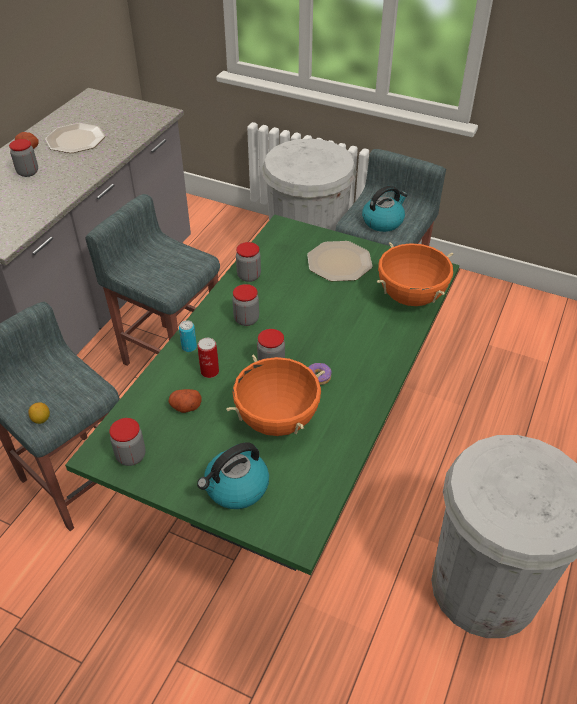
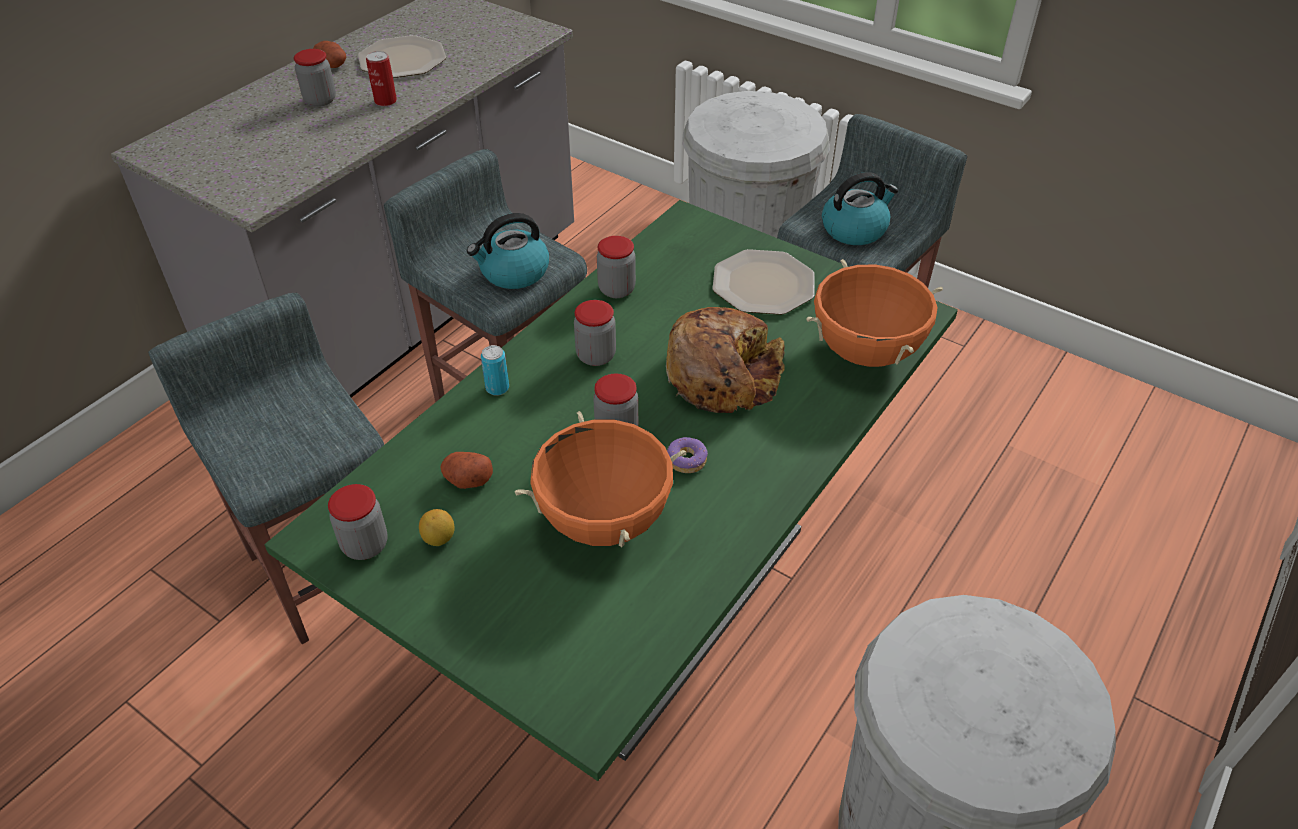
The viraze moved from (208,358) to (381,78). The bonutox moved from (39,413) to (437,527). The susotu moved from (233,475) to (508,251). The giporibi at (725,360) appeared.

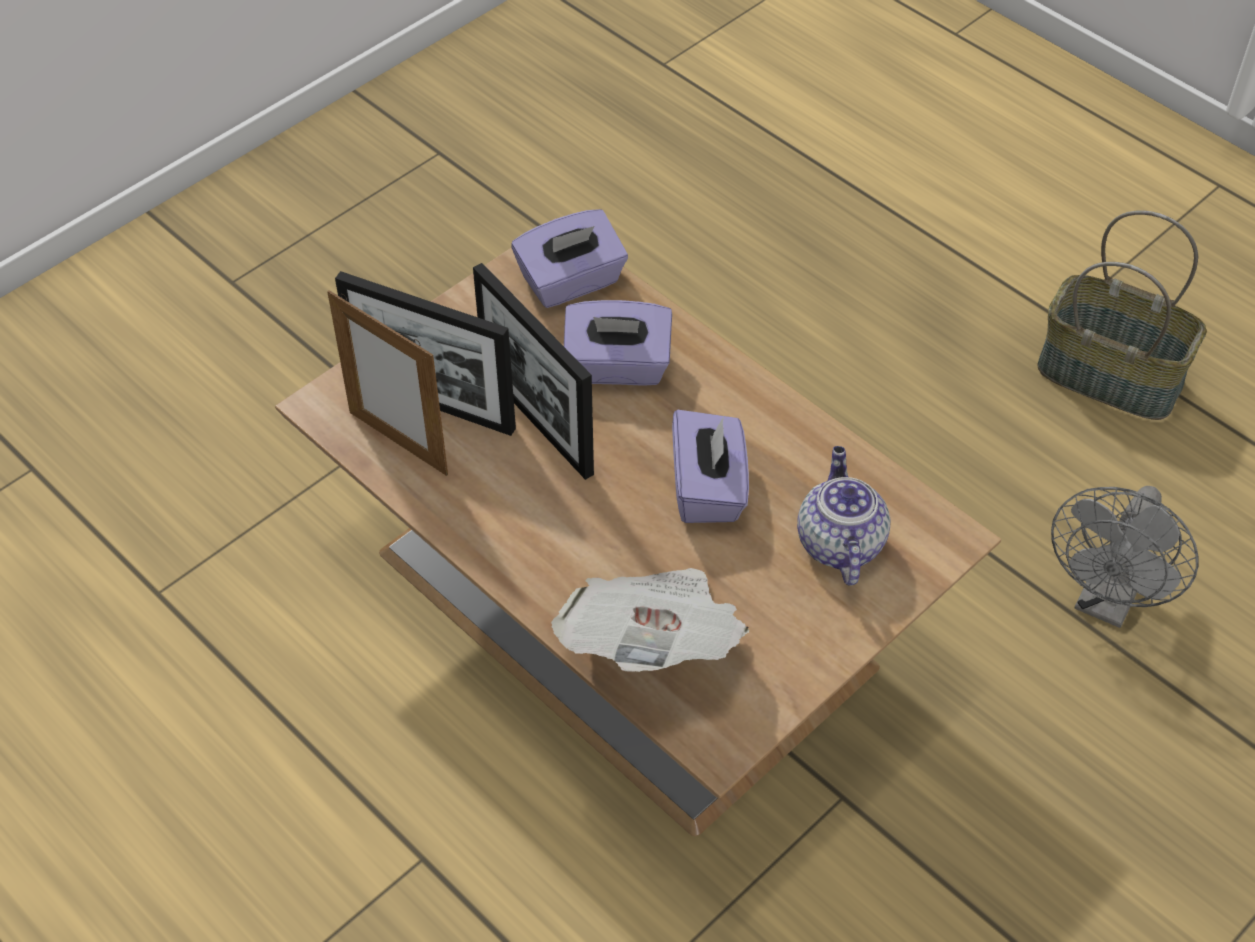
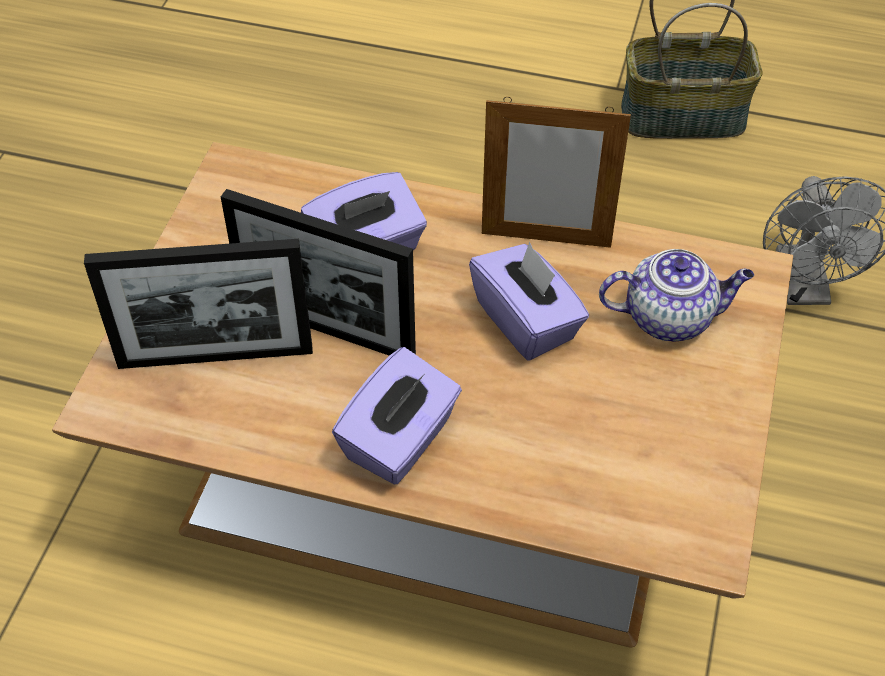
The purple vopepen moved from (569,258) to (397,415). The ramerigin moved from (387,383) to (556,172). The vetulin at (843,516) turned 120 degrees clockwise. The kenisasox at (650,620) disappeared.

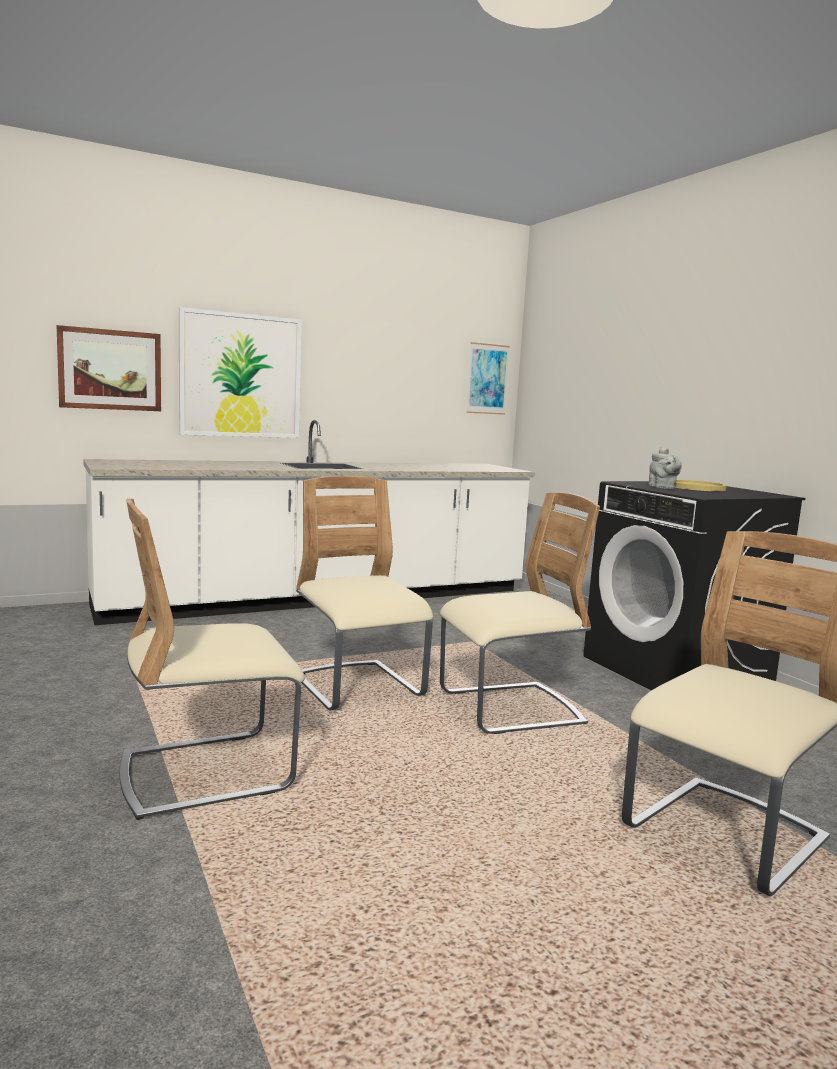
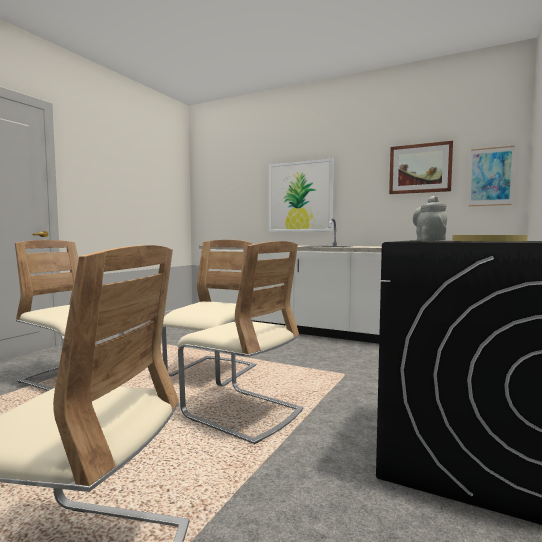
The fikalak moved from (109,368) to (421,167). The grey vetulin at (665,468) turned 135 degrees clockwise.

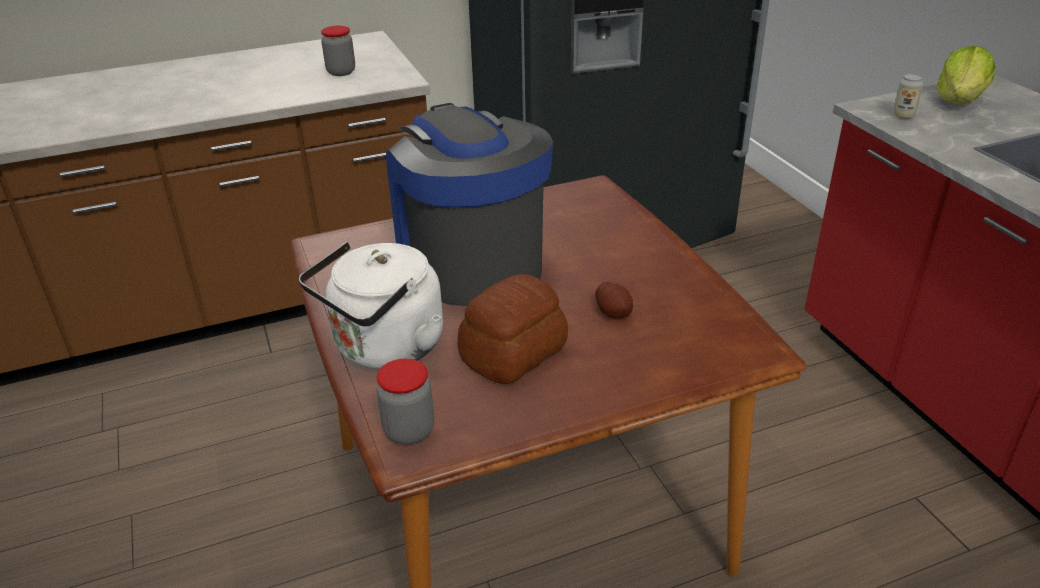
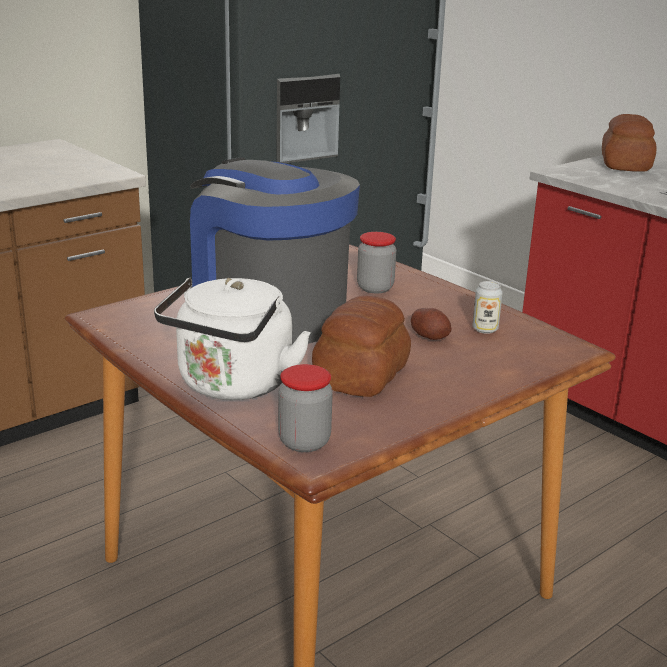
The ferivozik moved from (338,51) to (376,262). The viraze moved from (908,96) to (487,307). The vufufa at (966,74) was replaced by the giporibi at (629,143).

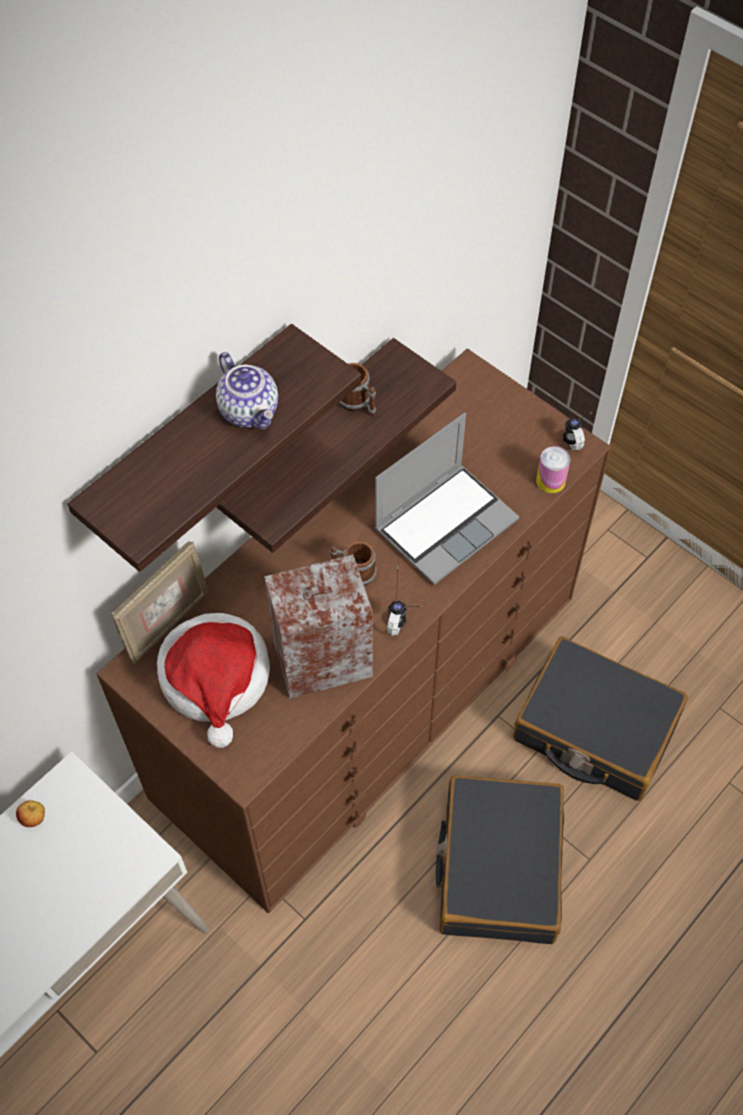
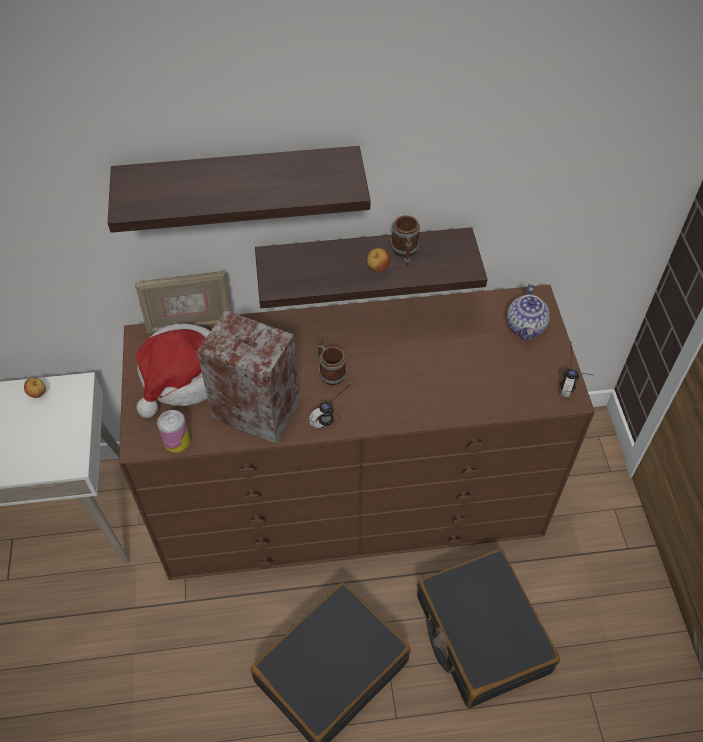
The viraze moved from (553,469) to (174,431). The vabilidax at (378,260) appeared. The vetulin moved from (247,390) to (528,312). The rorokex at (447,499) disappeared.

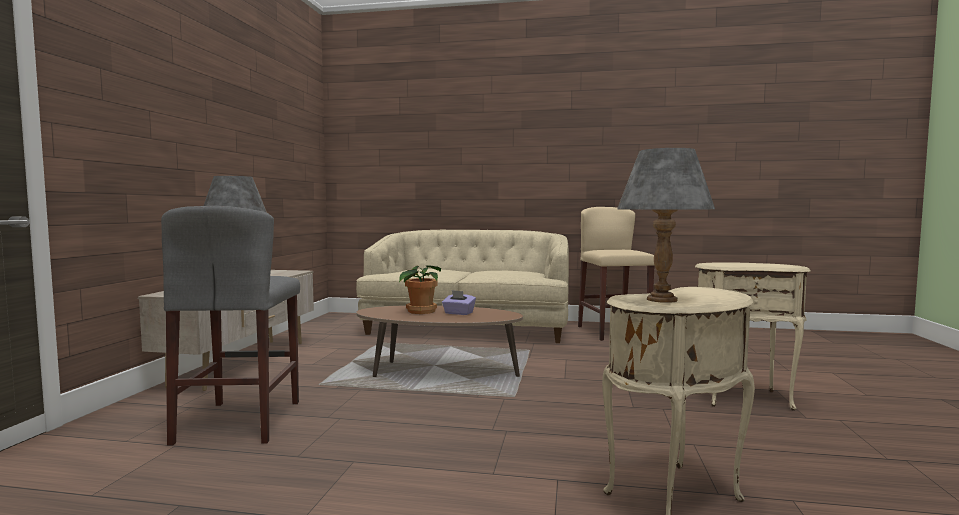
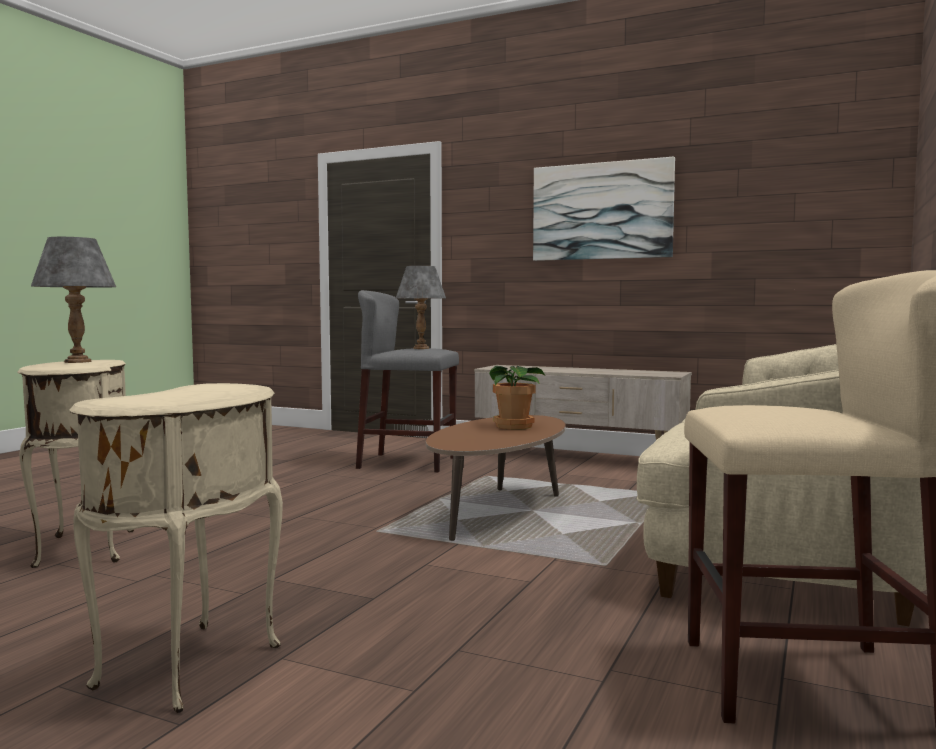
The fikalak at (604,209) appeared. The purple vopepen at (459,302) disappeared.

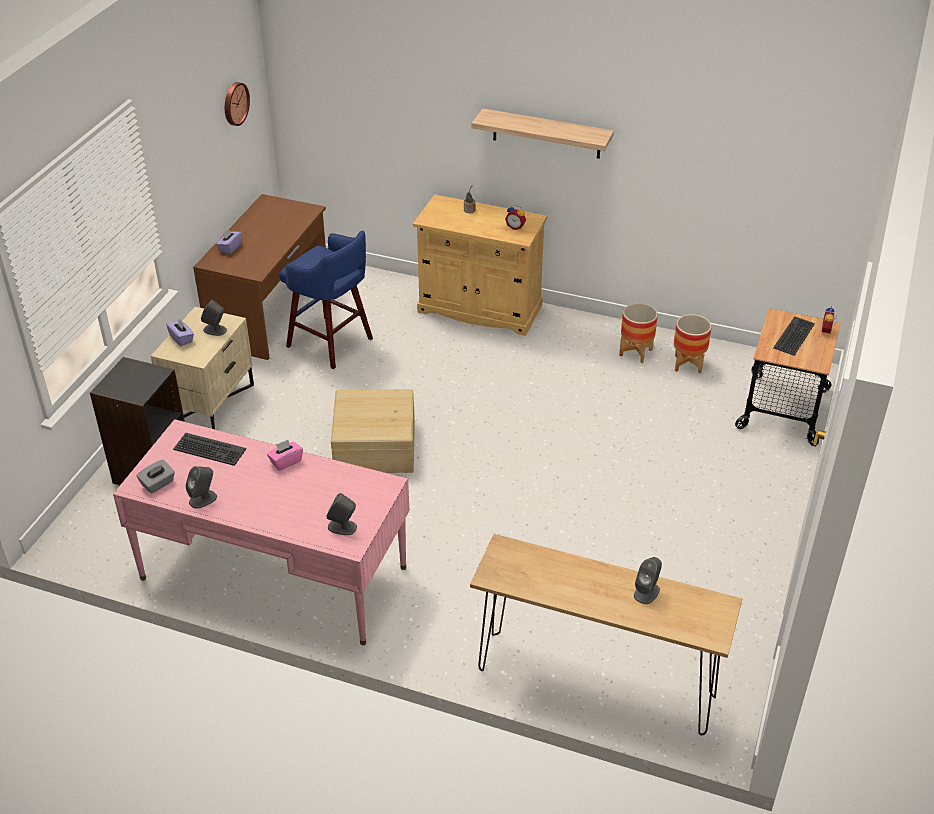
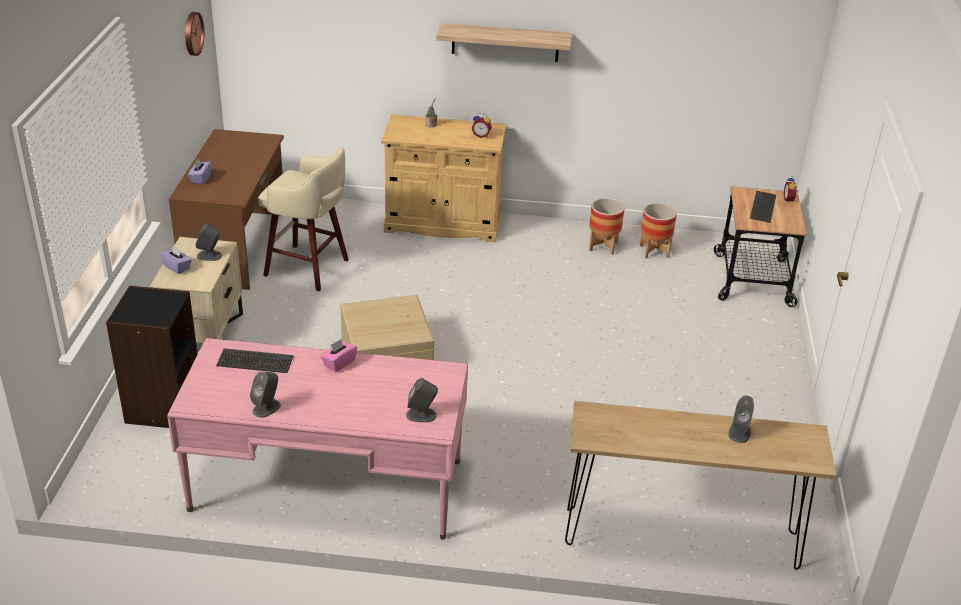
The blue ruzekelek at (326,300) became the beige ruzekelek at (303,219). The grey vopepen at (156,477) disappeared.

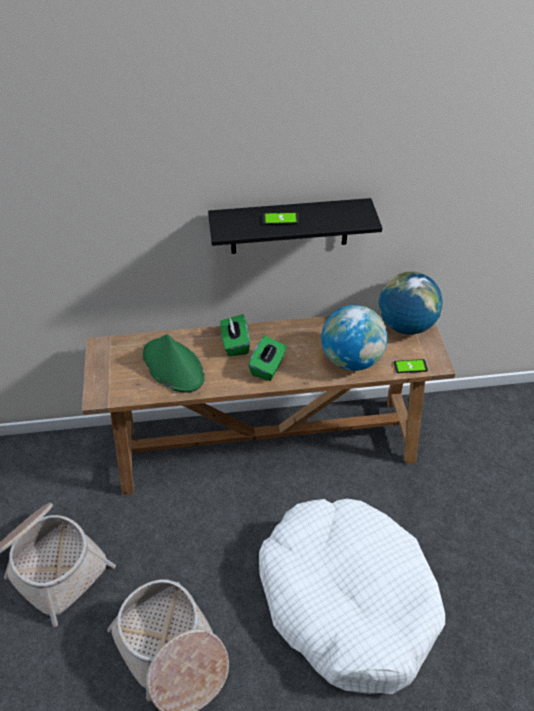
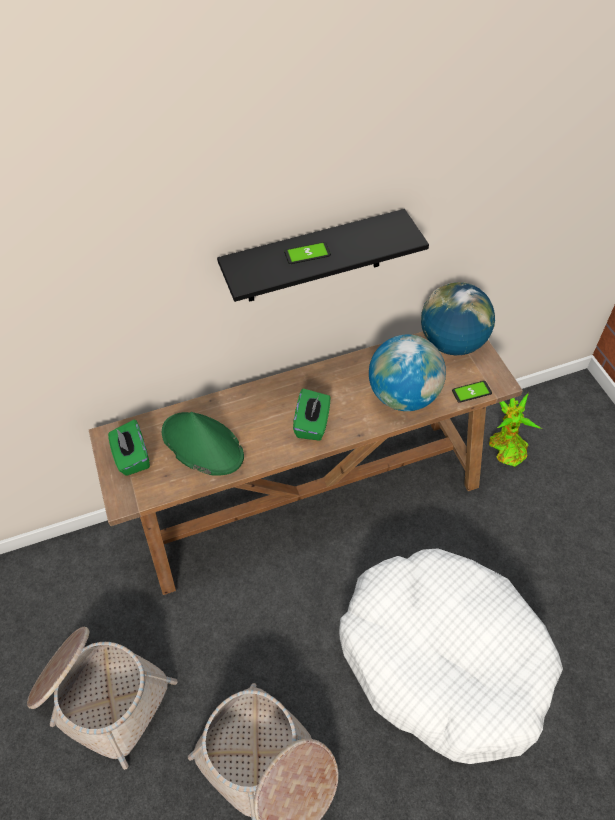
The green vopepen moved from (235,335) to (129,448). The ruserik at (515,430) appeared.

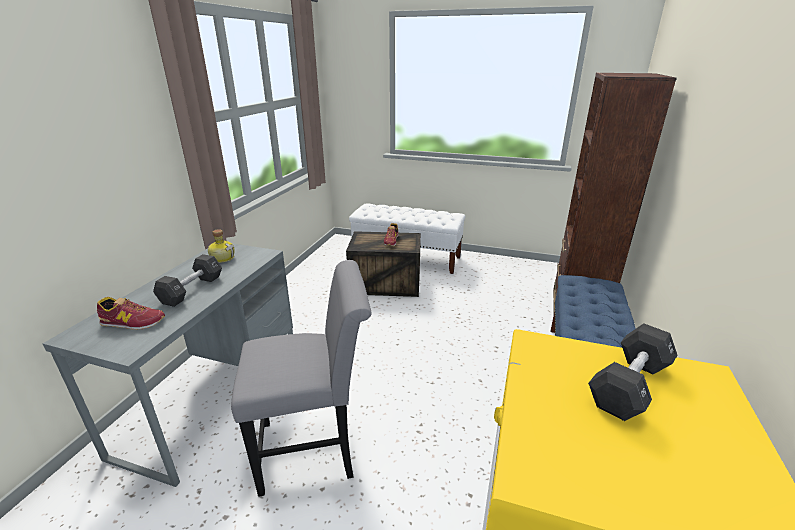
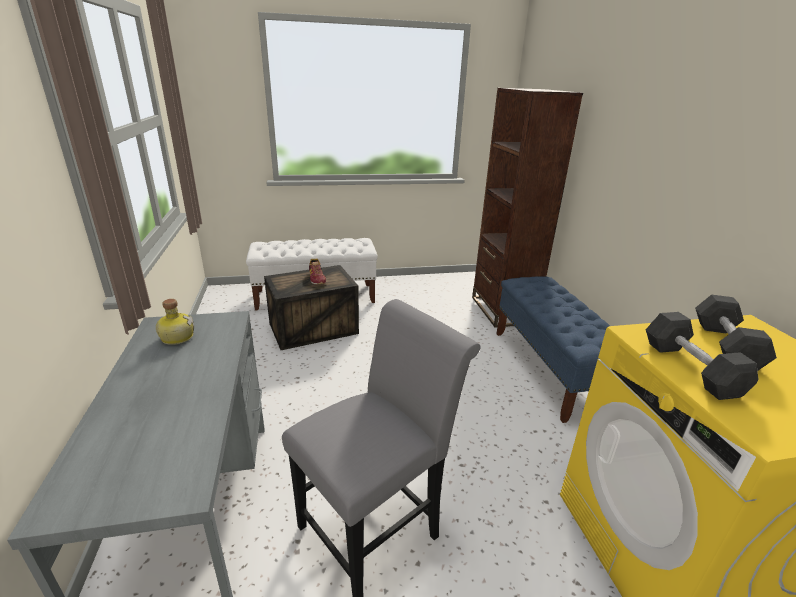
The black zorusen moved from (187,280) to (702,356). The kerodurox at (131,313) disappeared.

